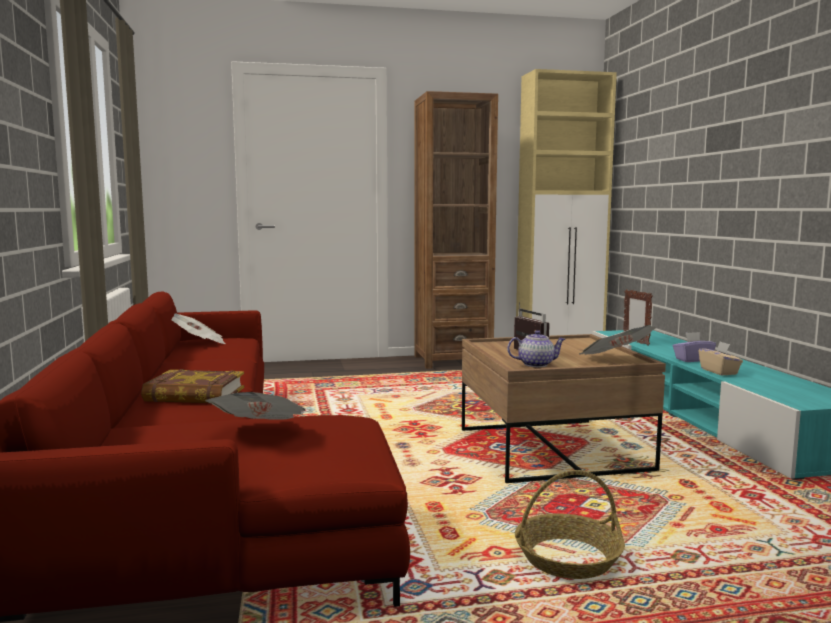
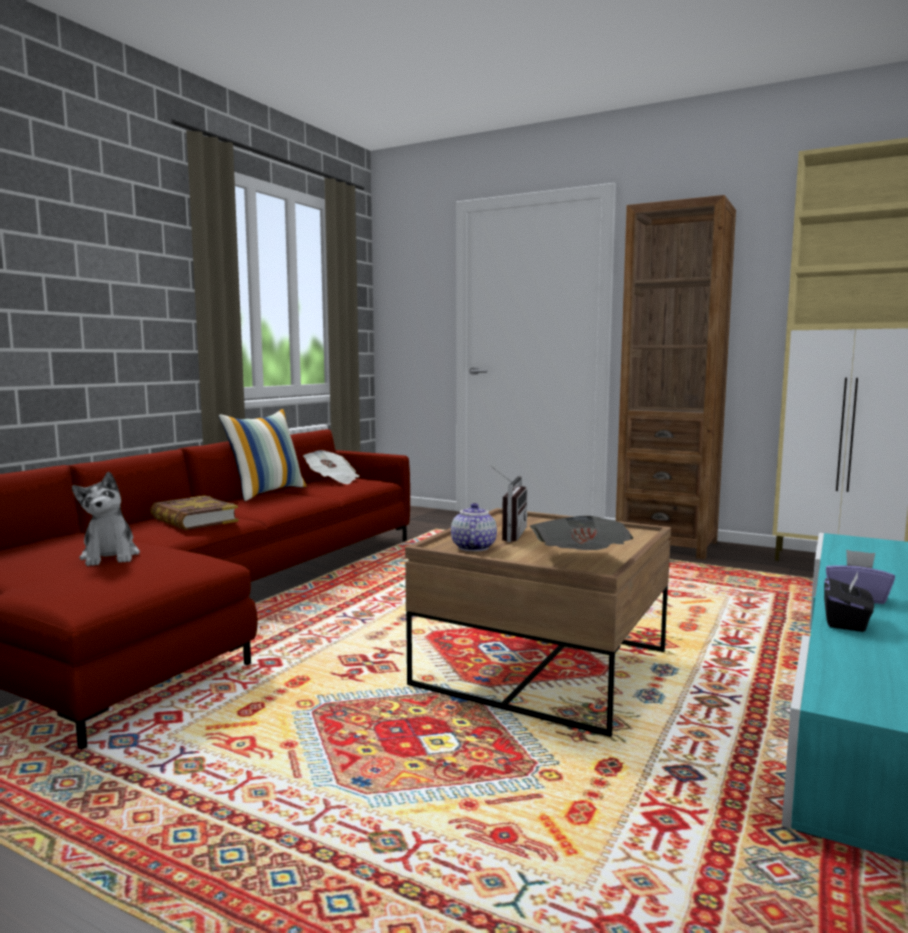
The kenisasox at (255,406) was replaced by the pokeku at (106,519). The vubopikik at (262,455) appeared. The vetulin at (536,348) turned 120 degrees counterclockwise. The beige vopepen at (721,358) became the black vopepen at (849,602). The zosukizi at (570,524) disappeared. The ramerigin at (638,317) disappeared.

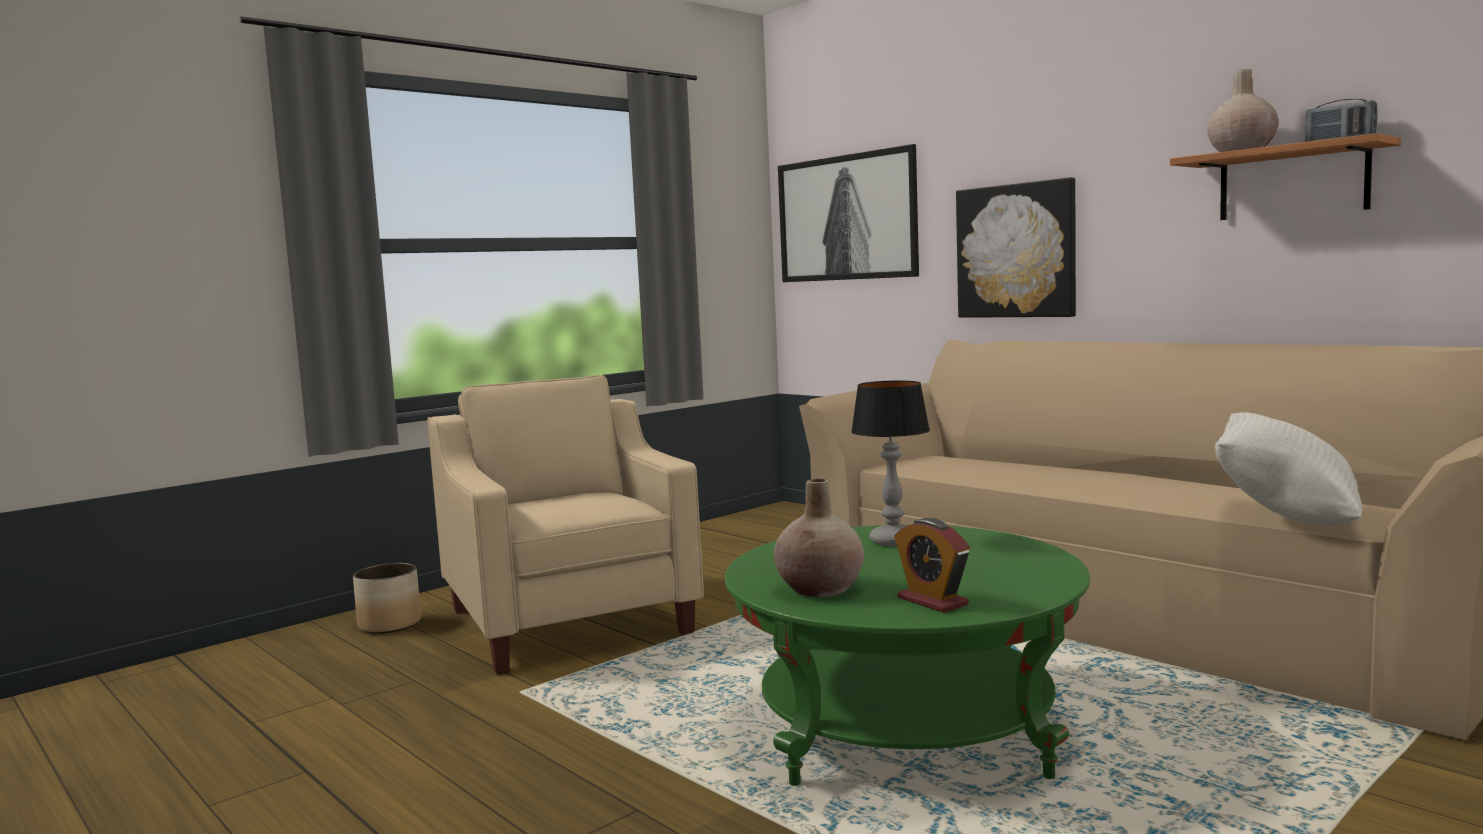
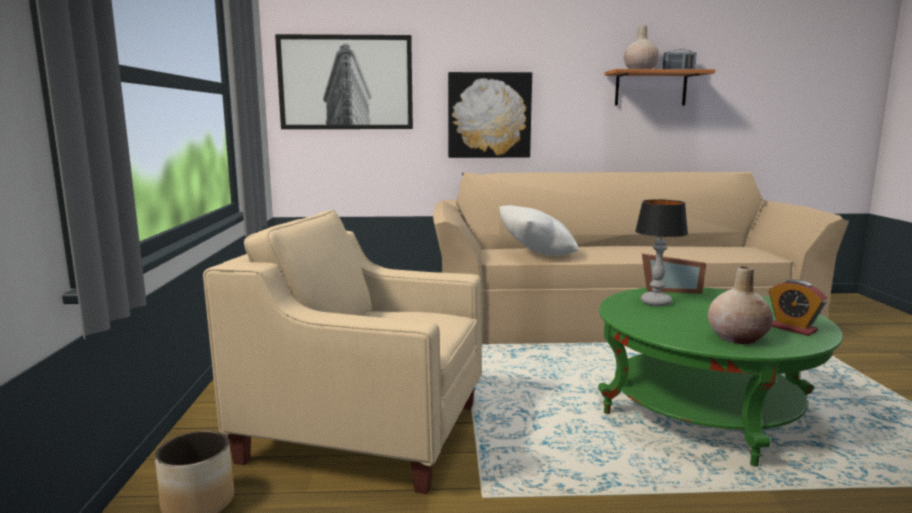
The white vubopikik moved from (1288,469) to (539,230). The ramerigin at (674,273) appeared. The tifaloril at (932,565) turned 45 degrees clockwise.

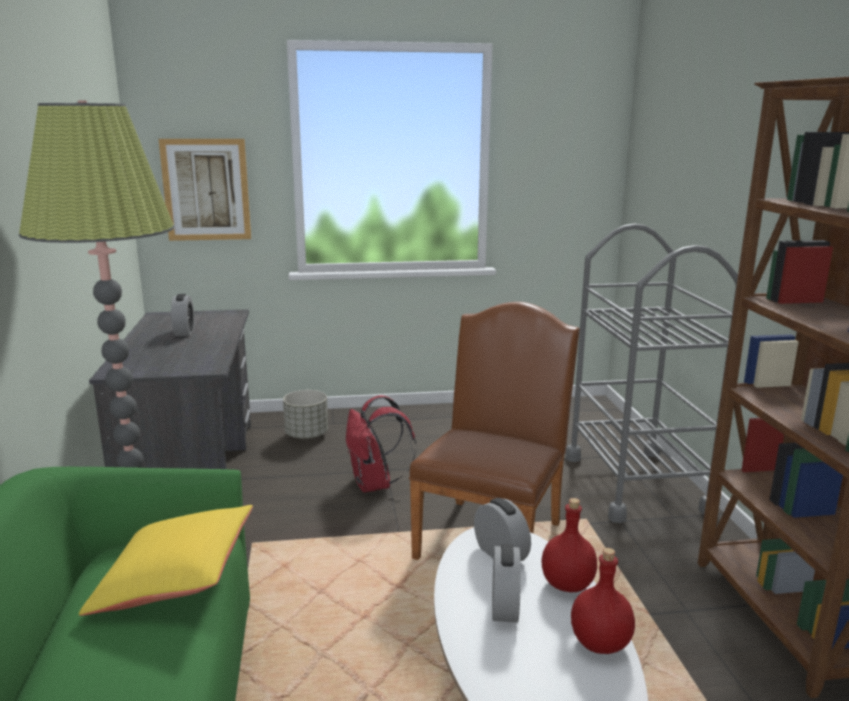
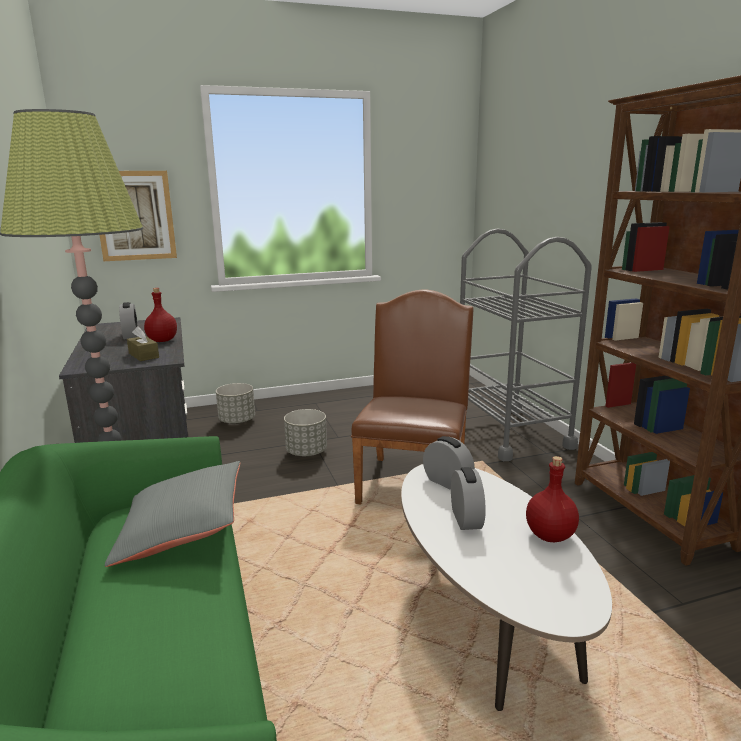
The yellow vubopikik at (166,560) became the grey vubopikik at (172,514). The brown vopepen at (143,343) appeared. The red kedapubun moved from (569,545) to (160,315). The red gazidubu at (381,444) was replaced by the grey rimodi at (305,433).

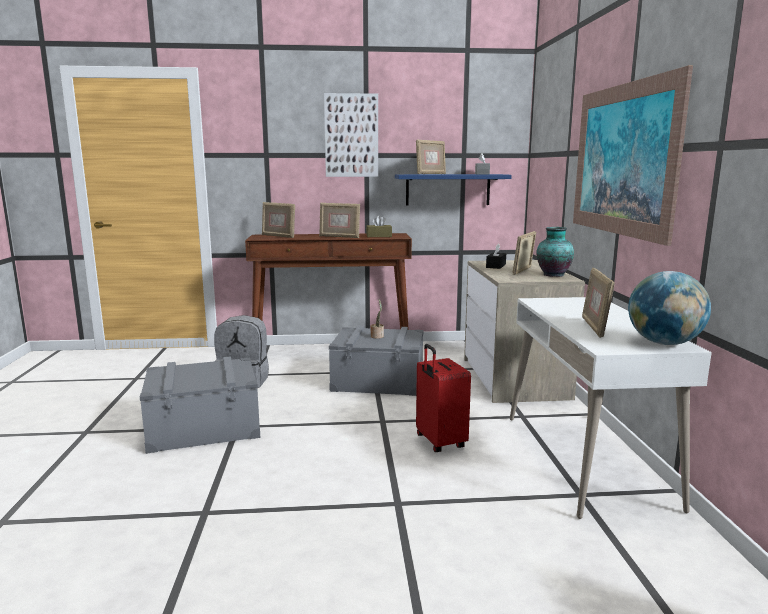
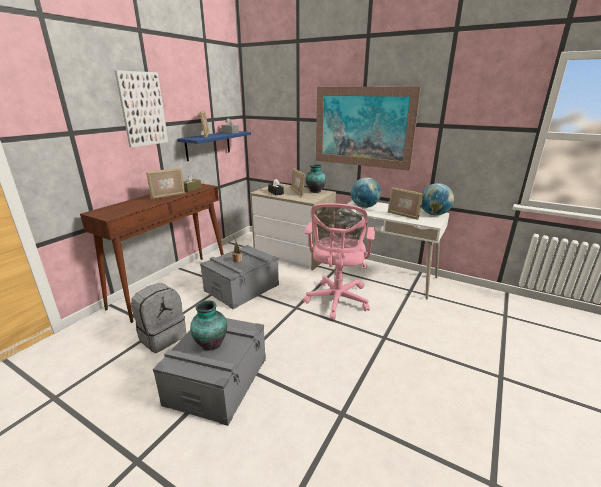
The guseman at (208,325) appeared. The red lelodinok at (443,398) was replaced by the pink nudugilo at (339,261). The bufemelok at (366,192) appeared. The ramerigin at (278,220) disappeared.

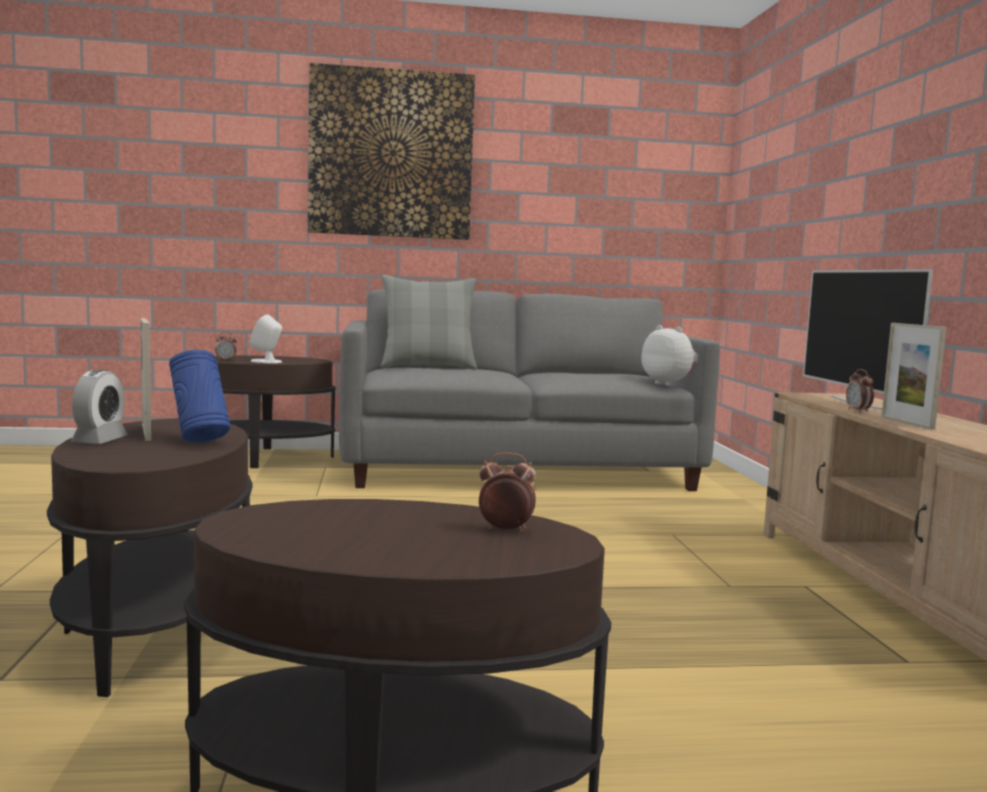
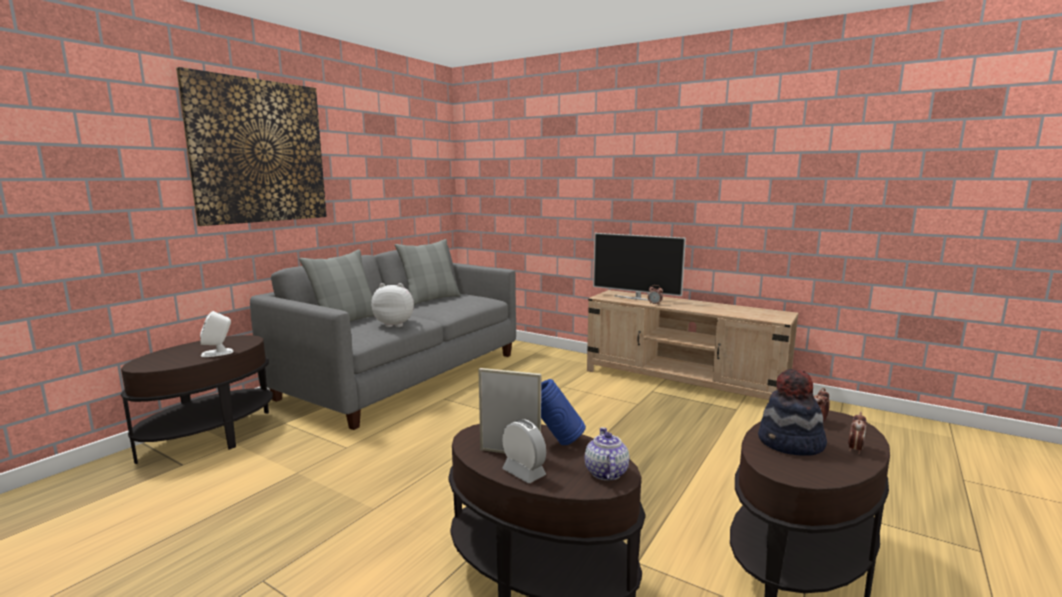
The pokeku moved from (669,355) to (392,305). The grey vubopikik at (428,272) appeared. The vetulin at (607,454) appeared. The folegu at (792,412) appeared. The tifaloril moved from (226,346) to (857,432). The ramerigin at (913,376) disappeared.

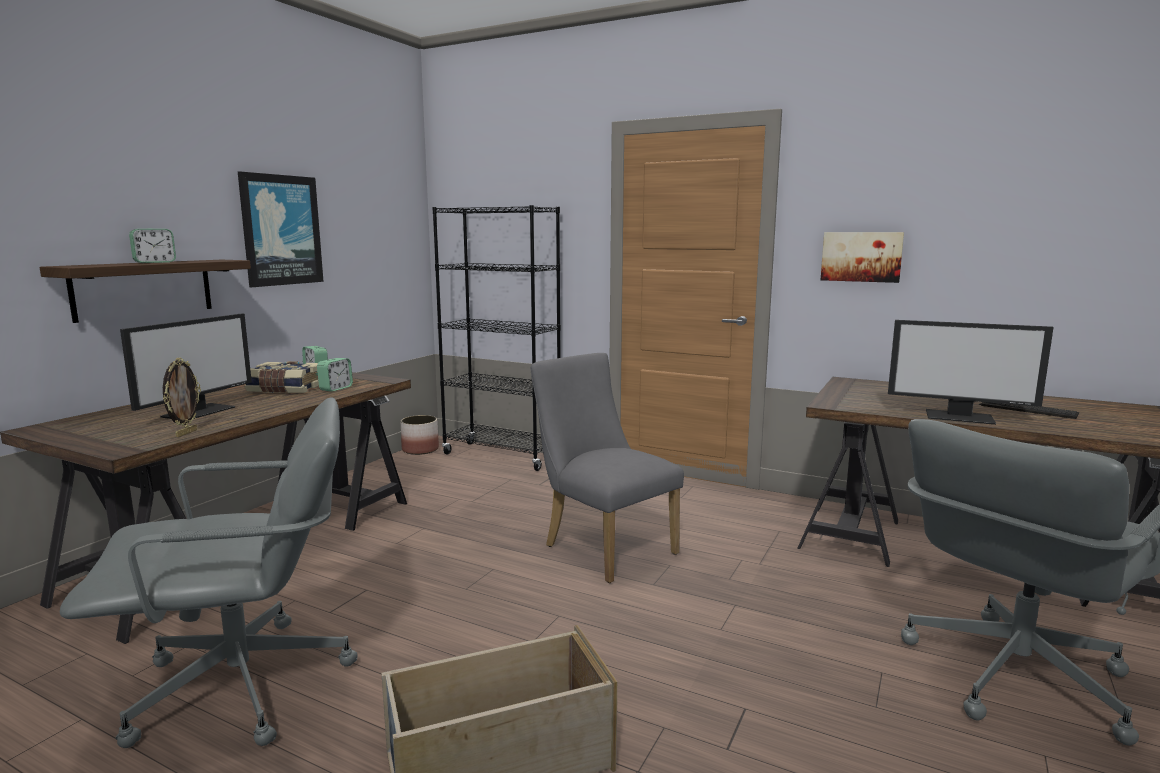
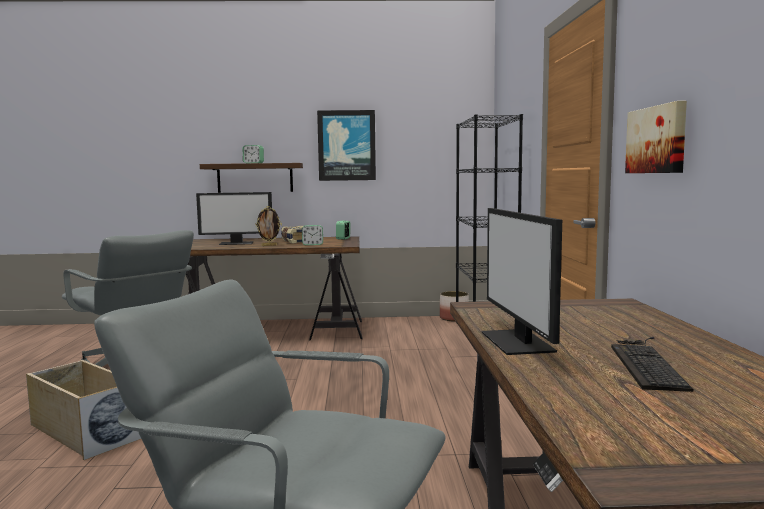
The ramerigin moved from (182,397) to (269,226). The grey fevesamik at (607,468) disappeared.

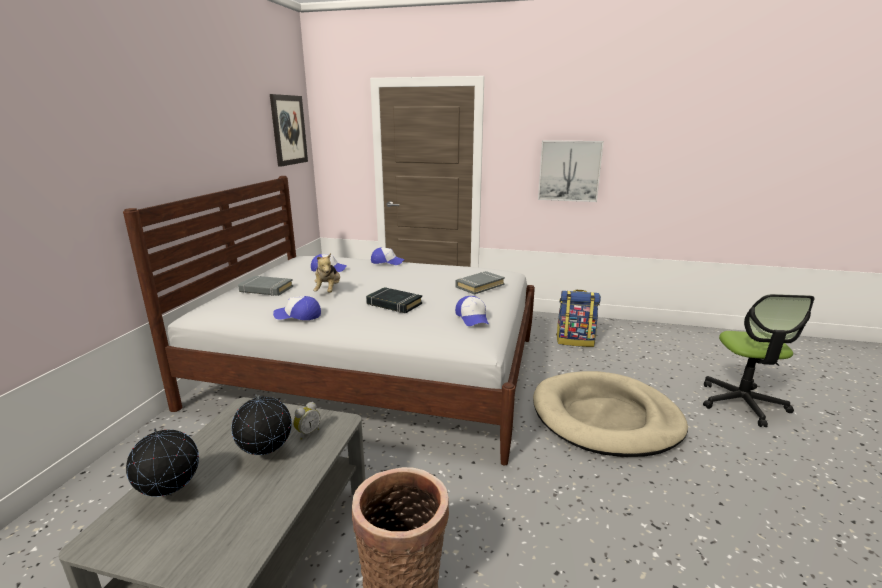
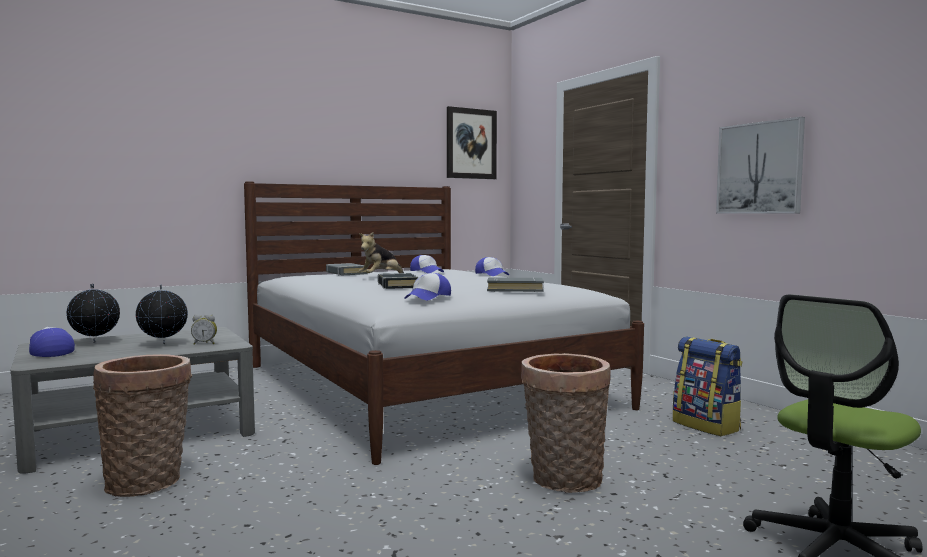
The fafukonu moved from (297,308) to (52,342). The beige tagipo at (610,414) was replaced by the zosukizi at (566,423).

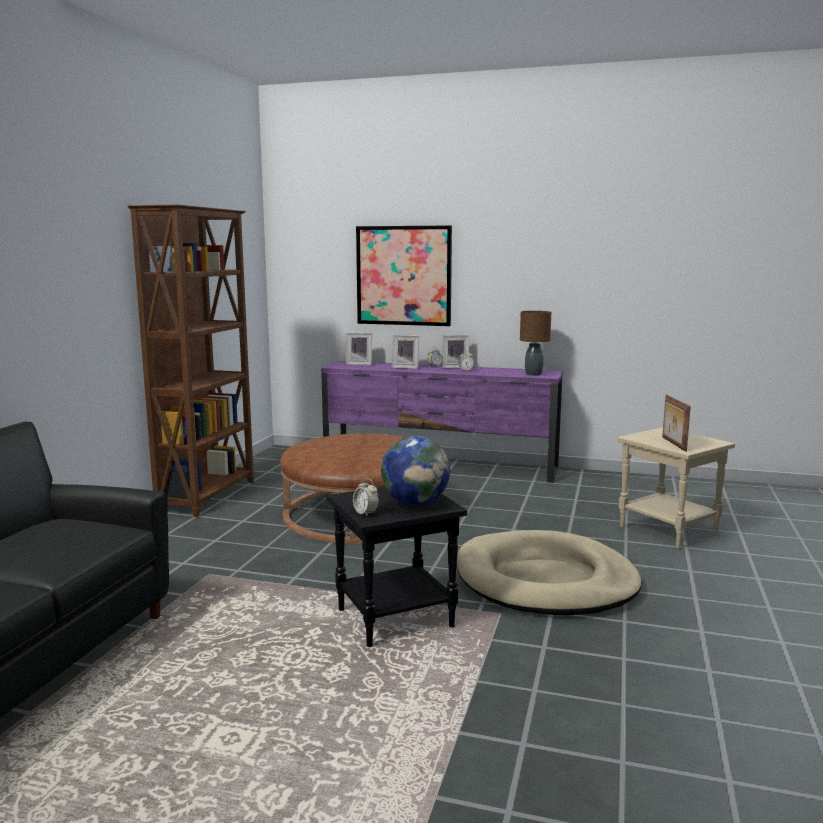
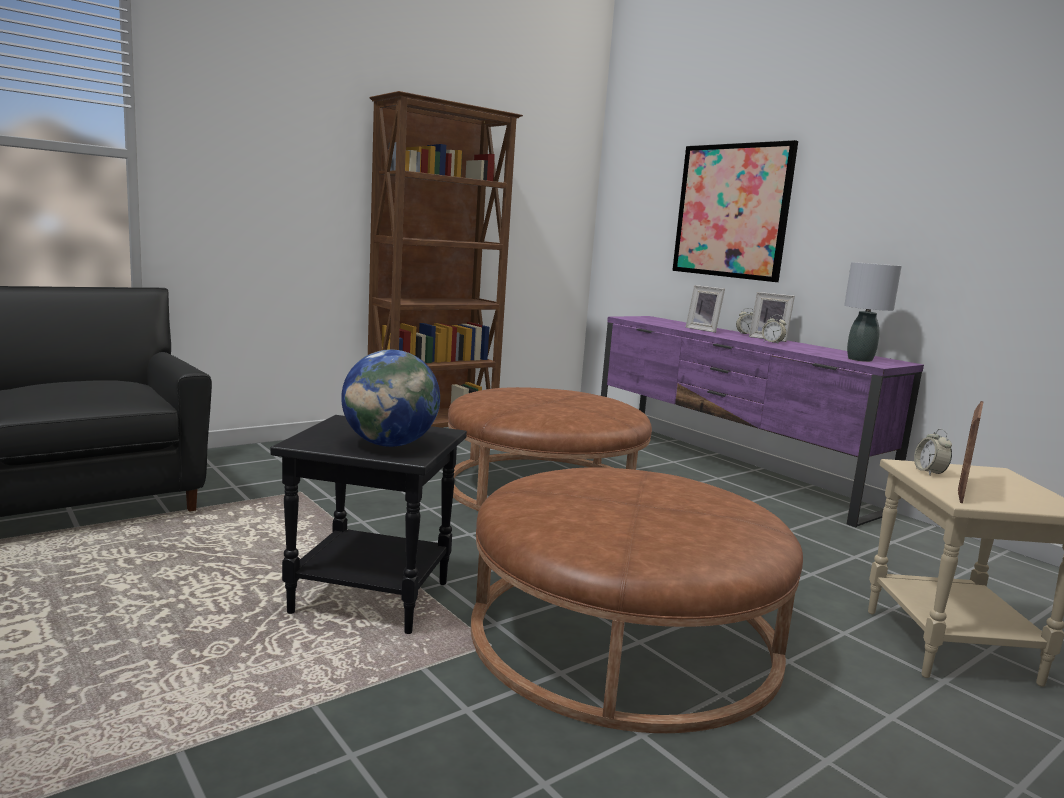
The beige tagipo at (549,572) was replaced by the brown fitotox at (637,600). The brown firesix at (535,343) became the grey firesix at (873,312). The tifaloril moved from (366,497) to (933,452). The ramerigin at (359,349) disappeared.

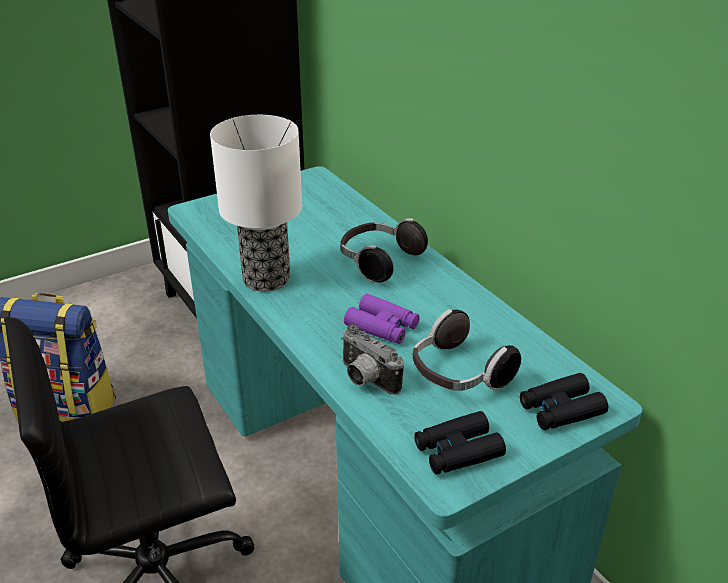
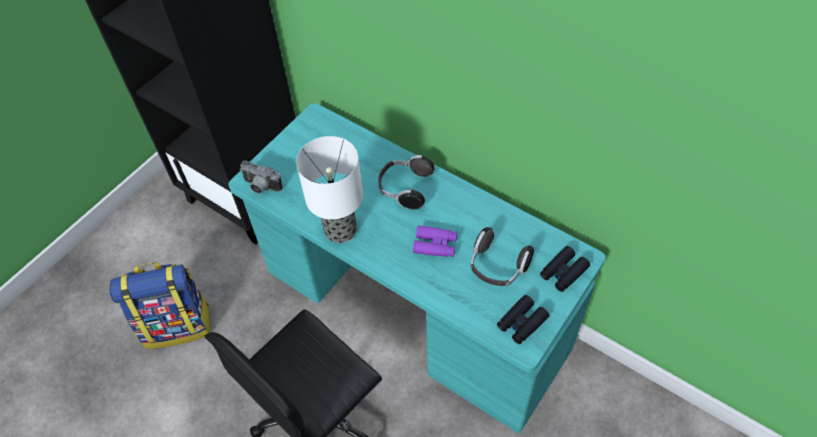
The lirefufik moved from (372,359) to (261,177).

